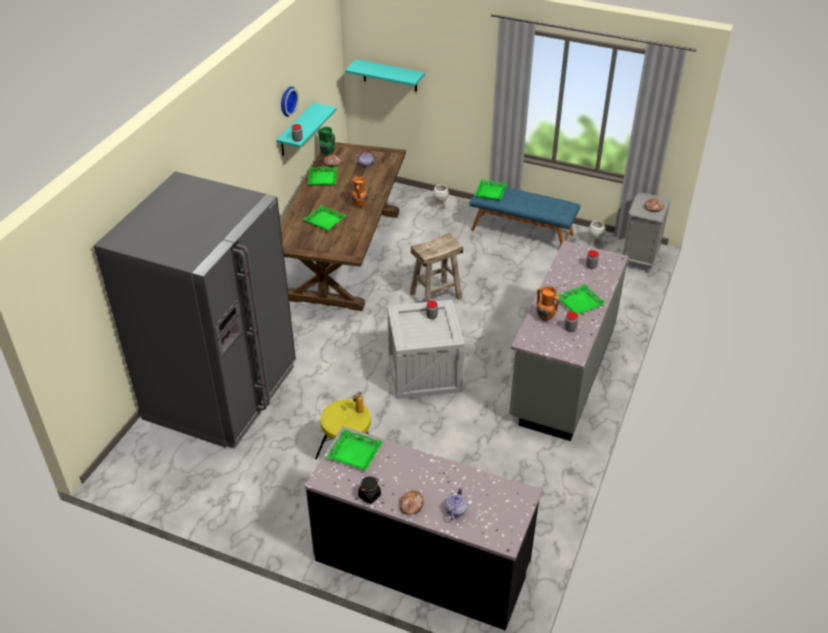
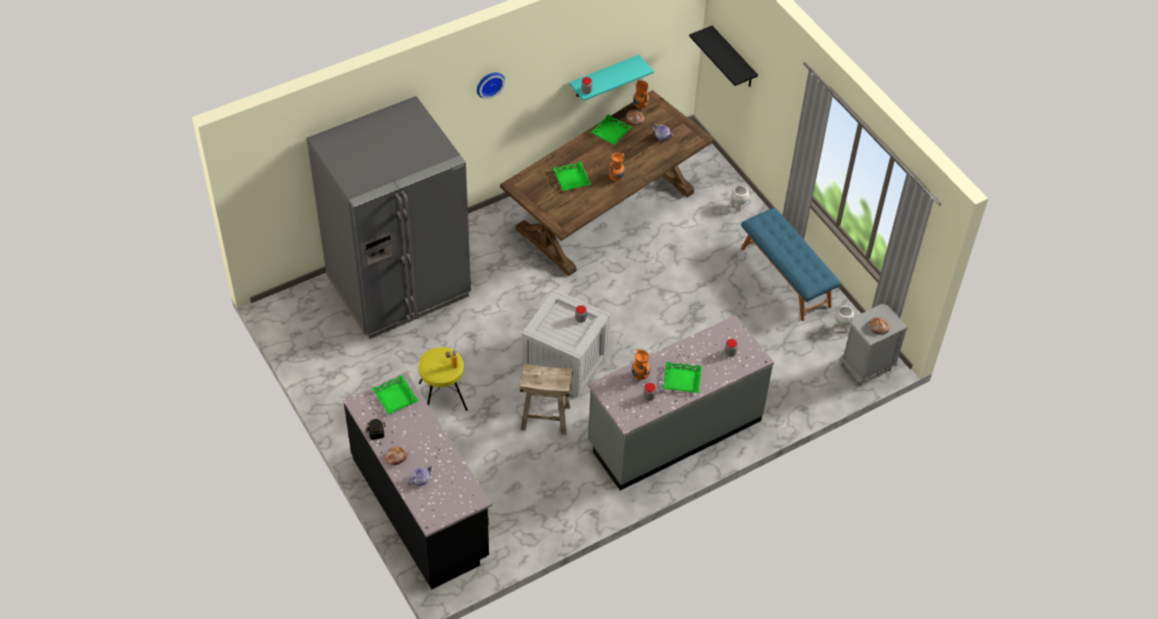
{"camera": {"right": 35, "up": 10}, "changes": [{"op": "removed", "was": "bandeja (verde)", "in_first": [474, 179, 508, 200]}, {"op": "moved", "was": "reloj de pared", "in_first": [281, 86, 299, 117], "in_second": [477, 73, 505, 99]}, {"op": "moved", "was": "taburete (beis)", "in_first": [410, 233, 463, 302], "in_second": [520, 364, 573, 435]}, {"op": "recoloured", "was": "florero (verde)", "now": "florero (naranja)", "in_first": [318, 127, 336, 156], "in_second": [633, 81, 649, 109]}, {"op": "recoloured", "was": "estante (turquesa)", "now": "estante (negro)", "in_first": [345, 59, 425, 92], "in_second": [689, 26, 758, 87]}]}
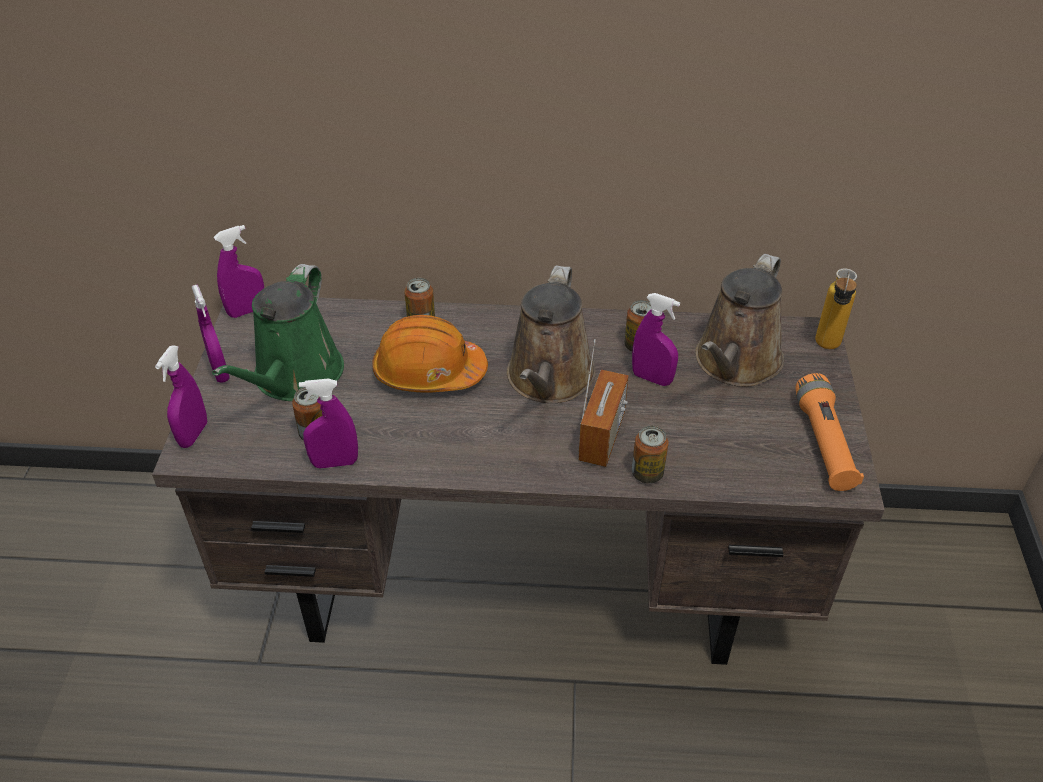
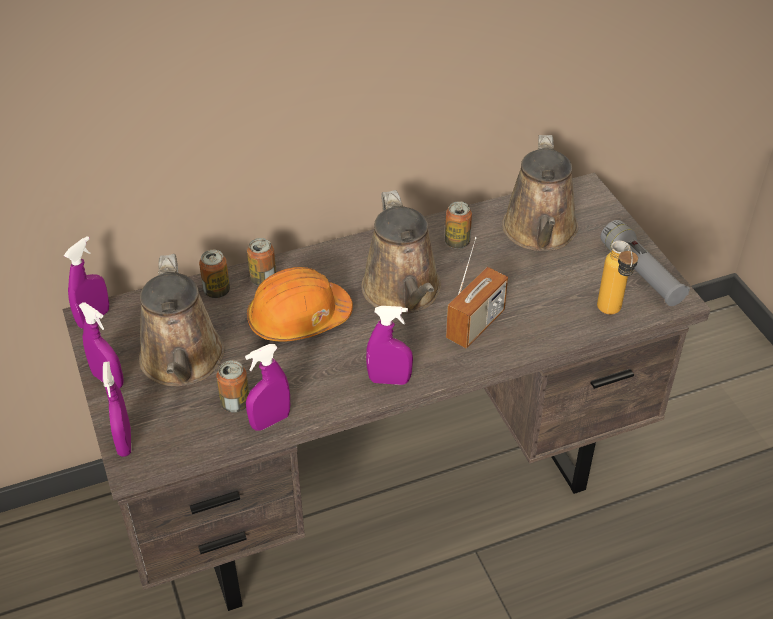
{"camera": {"right": -25, "up": 0}, "changes": [{"op": "moved", "was": "pulverizador (morado)", "in_first": [632, 293, 680, 386], "in_second": [366, 306, 413, 385]}, {"op": "moved", "was": "lata", "in_first": [632, 426, 669, 484], "in_second": [199, 250, 230, 298]}, {"op": "moved", "was": "botella", "in_first": [815, 268, 857, 349], "in_second": [597, 240, 638, 315]}, {"op": "recoloured", "was": "regadera (verde)", "now": "regadera (marrón)", "in_first": [212, 264, 344, 401], "in_second": [139, 254, 225, 386]}, {"op": "recoloured", "was": "linterna (naranja)", "now": "linterna (gris)", "in_first": [795, 373, 864, 491], "in_second": [600, 220, 690, 306]}, {"op": "turned", "was": "radio", "in_first": [578, 339, 629, 467], "in_second": [446, 237, 508, 349], "clockwise": 45}]}
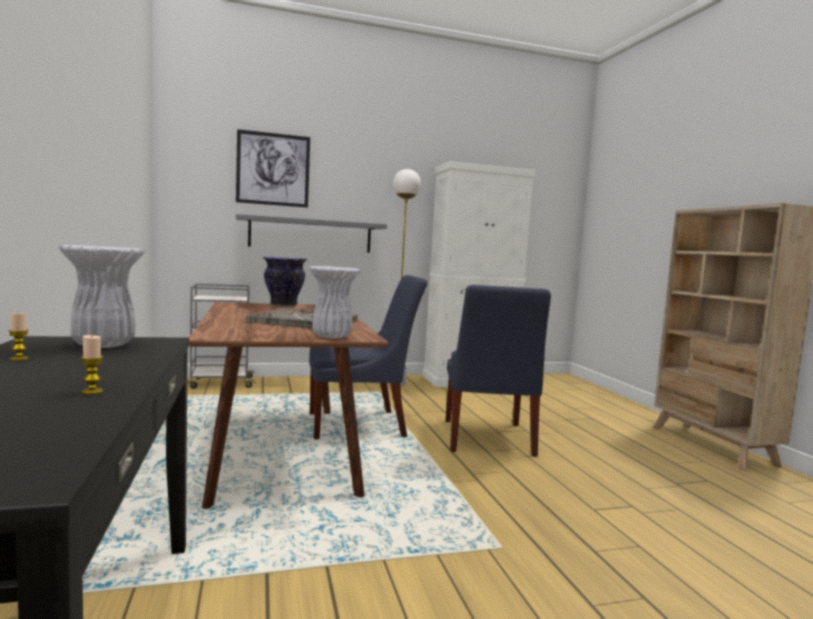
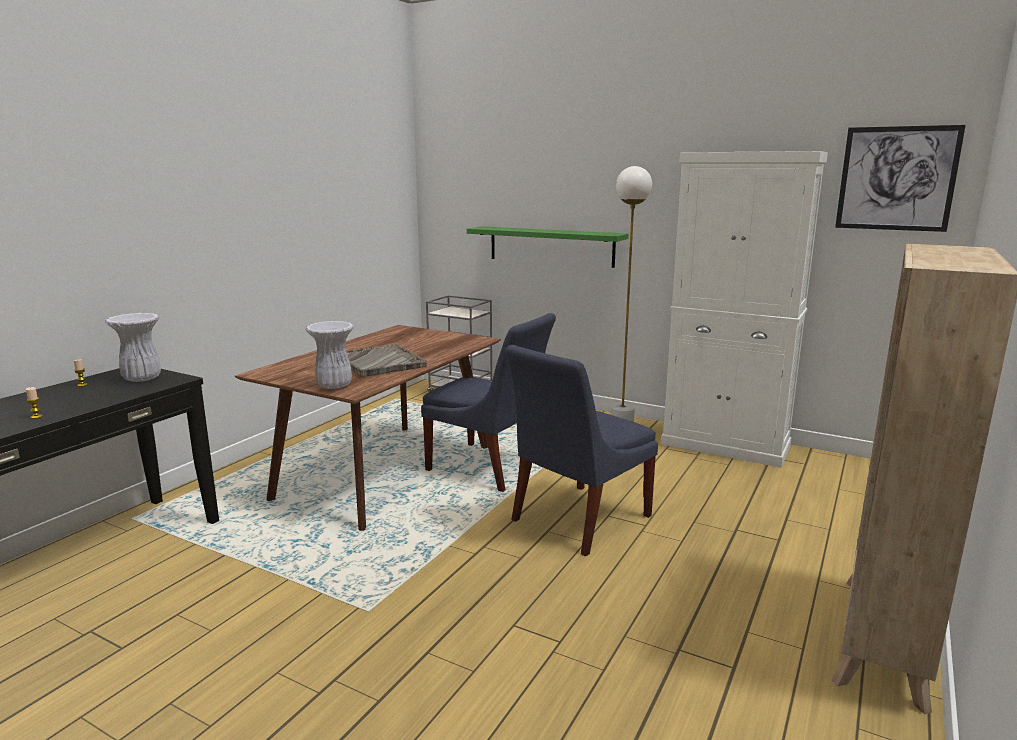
{"camera": {"right": 45, "up": 10}, "changes": [{"op": "removed", "was": "florero", "in_first": [263, 257, 307, 307]}, {"op": "moved", "was": "cuadro", "in_first": [236, 129, 310, 208], "in_second": [835, 125, 966, 232]}, {"op": "recoloured", "was": "estante (gris)", "now": "estante (verde)", "in_first": [236, 214, 387, 253], "in_second": [467, 226, 629, 268]}]}
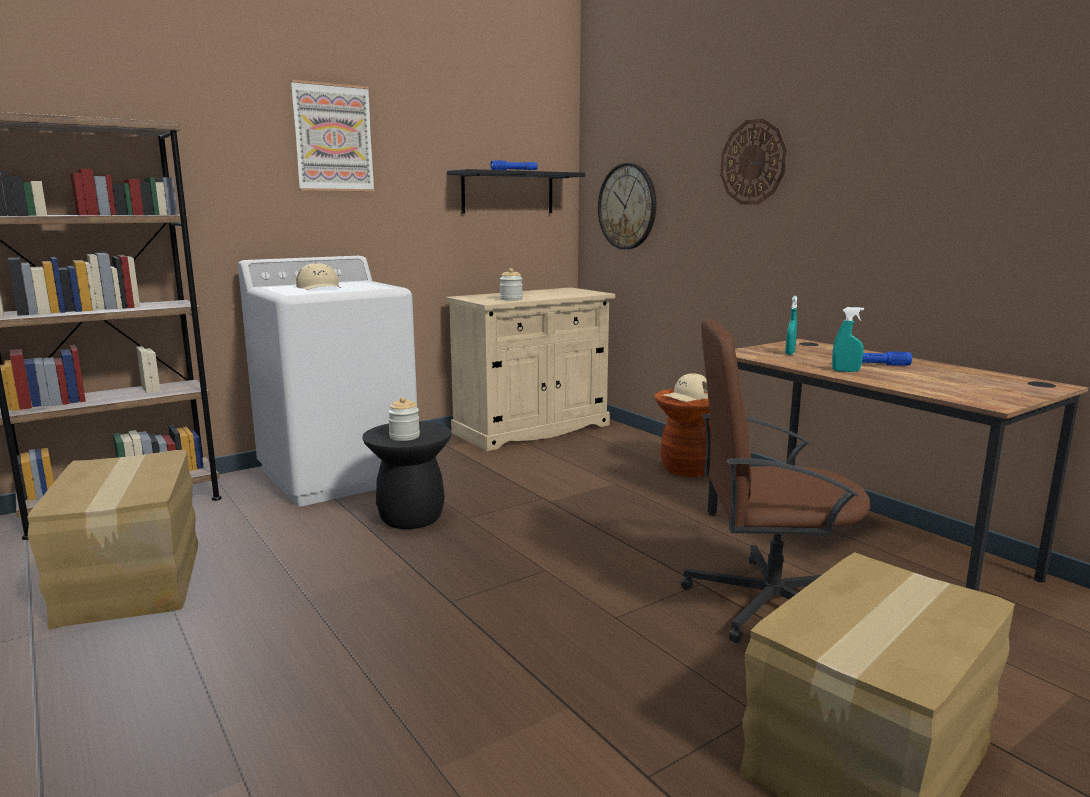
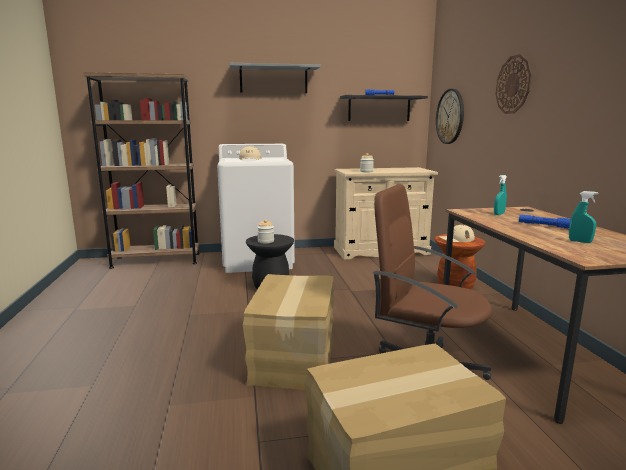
{"camera": {"right": 25, "up": 0}, "changes": [{"op": "moved", "was": "caja de cartón", "in_first": [27, 450, 198, 630], "in_second": [243, 274, 334, 390]}, {"op": "moved", "was": "pulverizador (turquesa)", "in_first": [832, 307, 864, 372], "in_second": [569, 191, 598, 243]}, {"op": "replaced", "was": "cuadro", "now": "estante (gris)", "in_first": [290, 80, 375, 191], "in_second": [229, 63, 321, 93]}]}
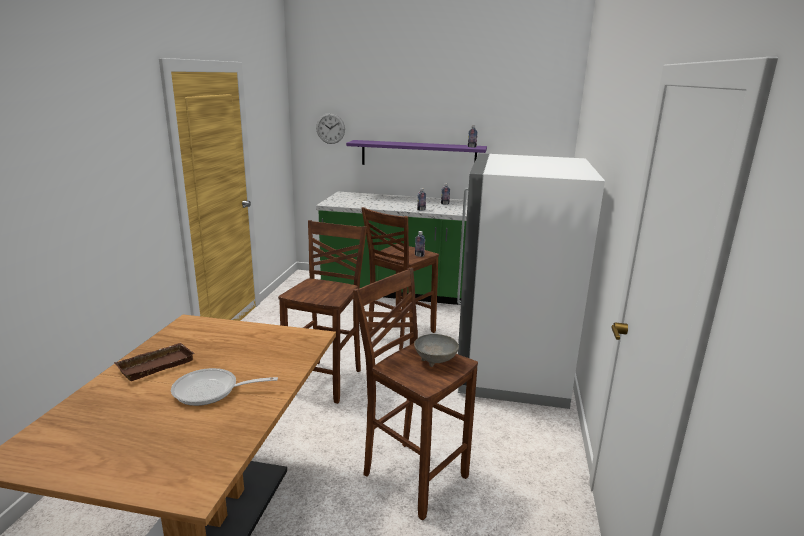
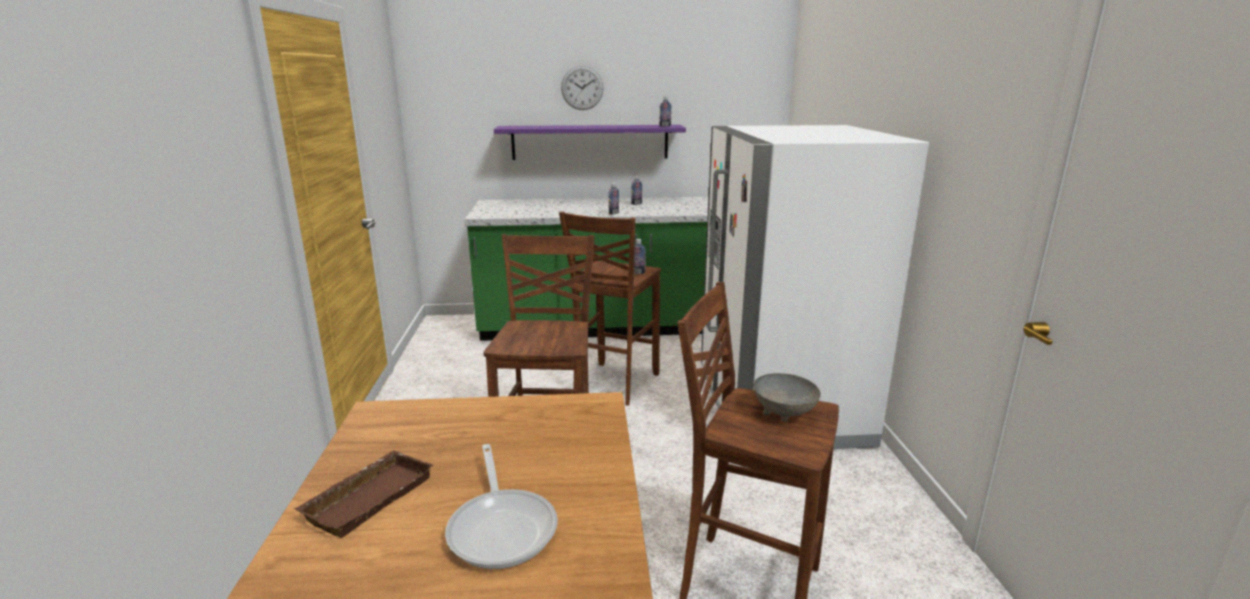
{"camera": {"right": -15, "up": 0}, "changes": [{"op": "moved", "was": "reloj de pared", "in_first": [316, 113, 345, 144], "in_second": [561, 66, 604, 110]}, {"op": "turned", "was": "sartén", "in_first": [171, 368, 278, 406], "in_second": [445, 444, 558, 569], "clockwise": -90}]}
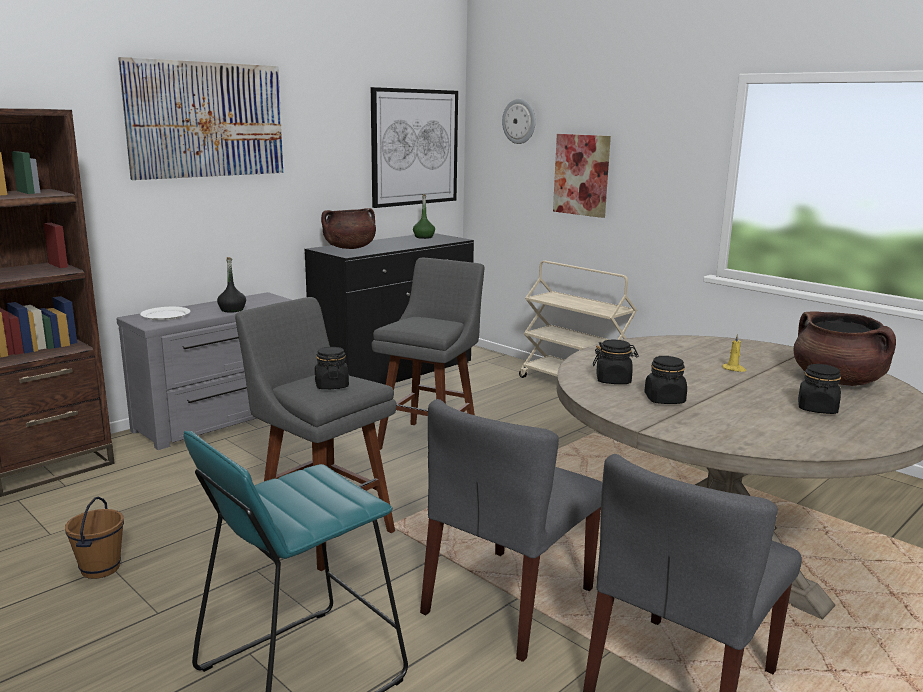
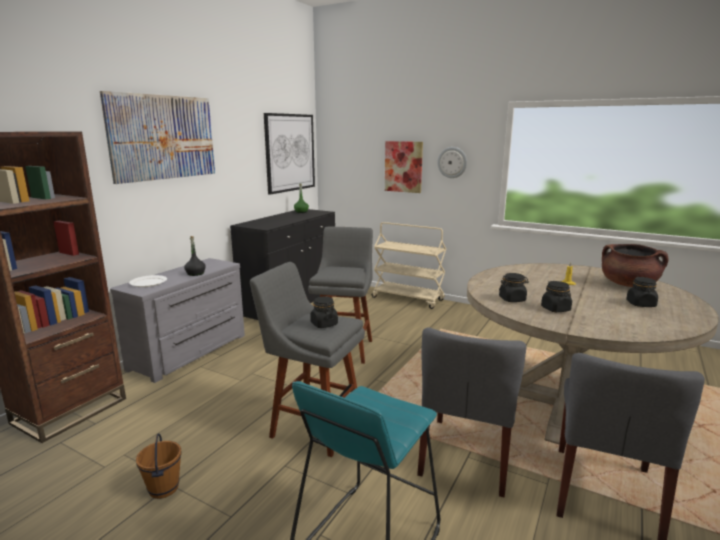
{"camera": {"right": -15, "up": 0}, "changes": [{"op": "removed", "was": "olla (marrón)", "in_first": [321, 208, 376, 249]}, {"op": "moved", "was": "reloj de pared", "in_first": [502, 99, 536, 144], "in_second": [438, 147, 467, 178]}]}
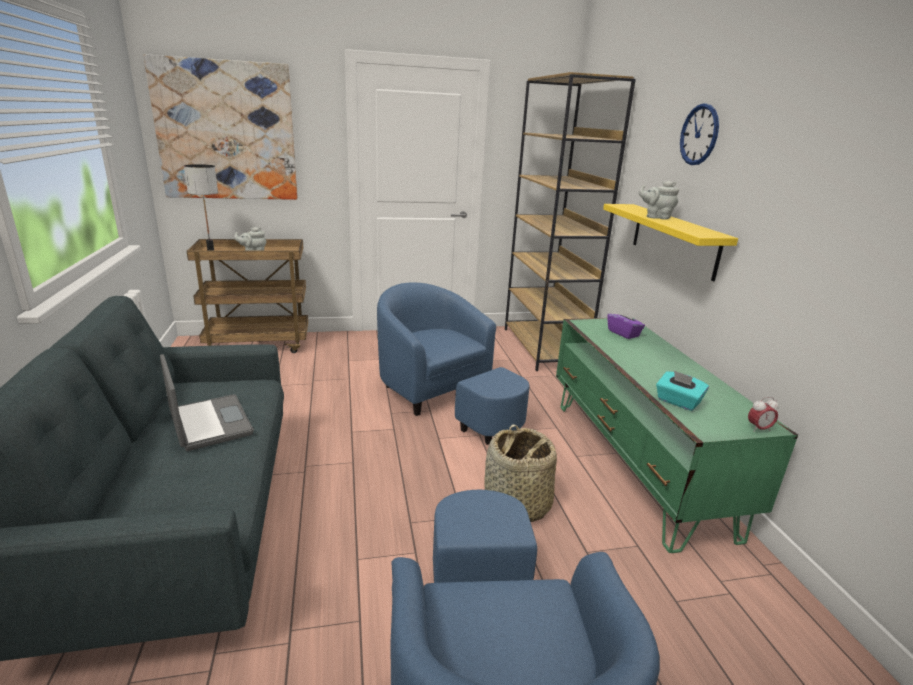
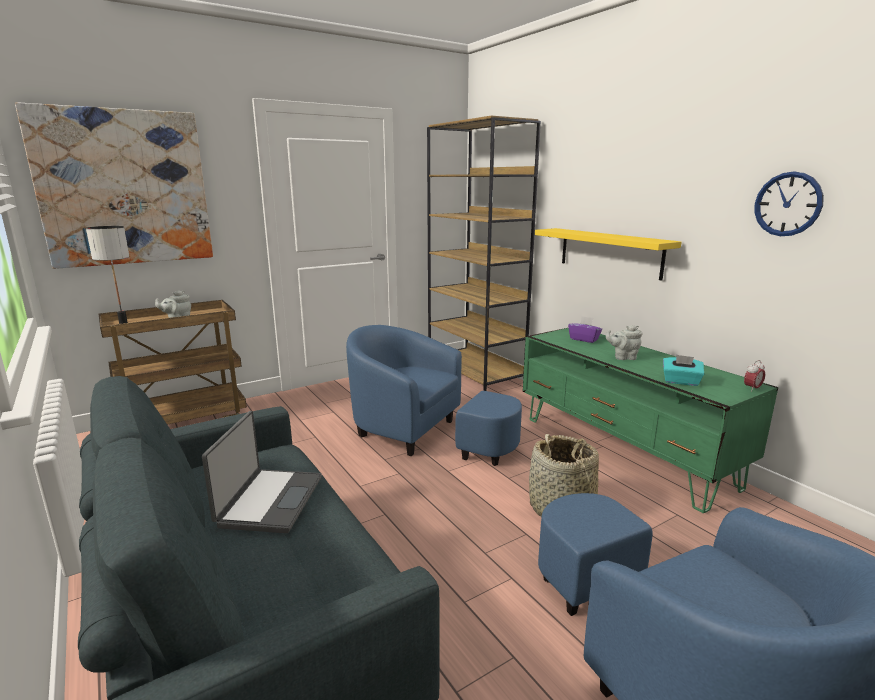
{"camera": {"right": -20, "up": -5}, "changes": [{"op": "moved", "was": "tetera (gris)", "in_first": [638, 181, 679, 219], "in_second": [606, 325, 642, 360]}, {"op": "moved", "was": "reloj de pared", "in_first": [680, 103, 719, 165], "in_second": [754, 171, 824, 236]}, {"op": "turned", "was": "portátil", "in_first": [160, 354, 254, 451], "in_second": [202, 411, 322, 533], "clockwise": 60}]}
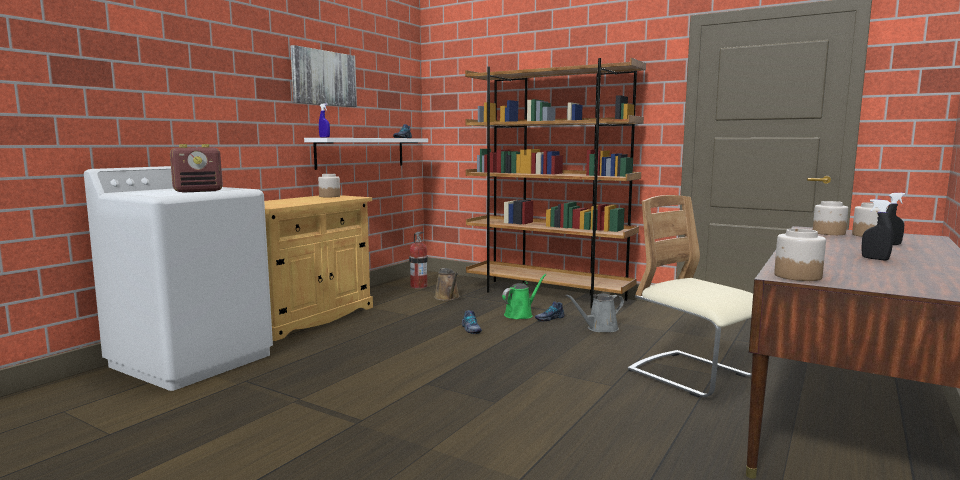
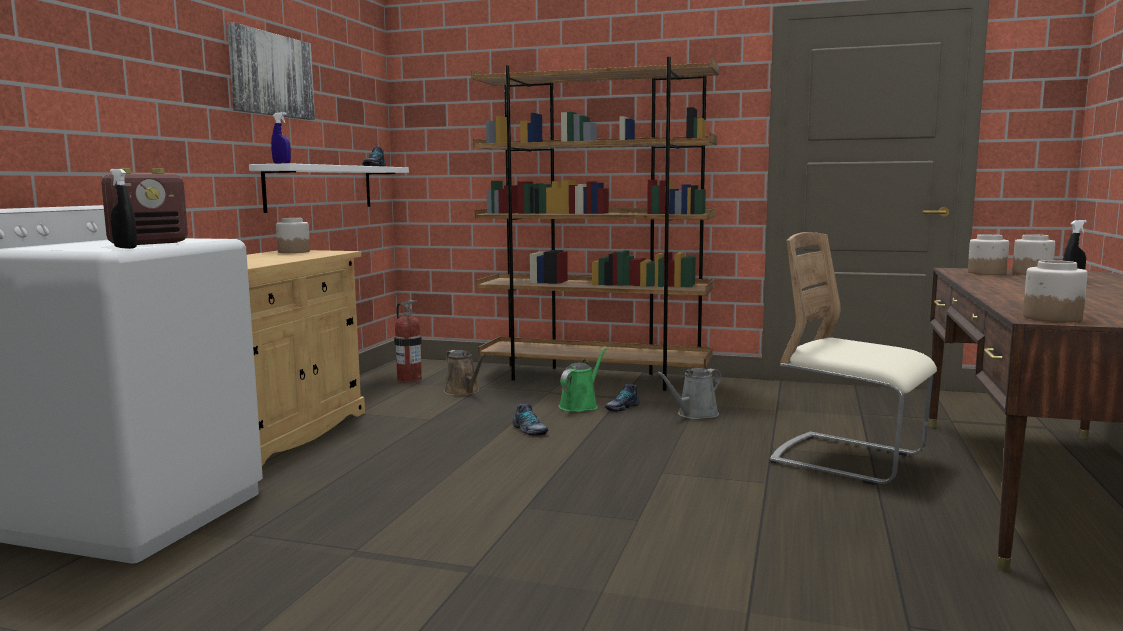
{"camera": {"right": -15, "up": 0}, "changes": [{"op": "moved", "was": "pulverizador (negro)", "in_first": [861, 199, 893, 260], "in_second": [110, 169, 137, 249]}]}
